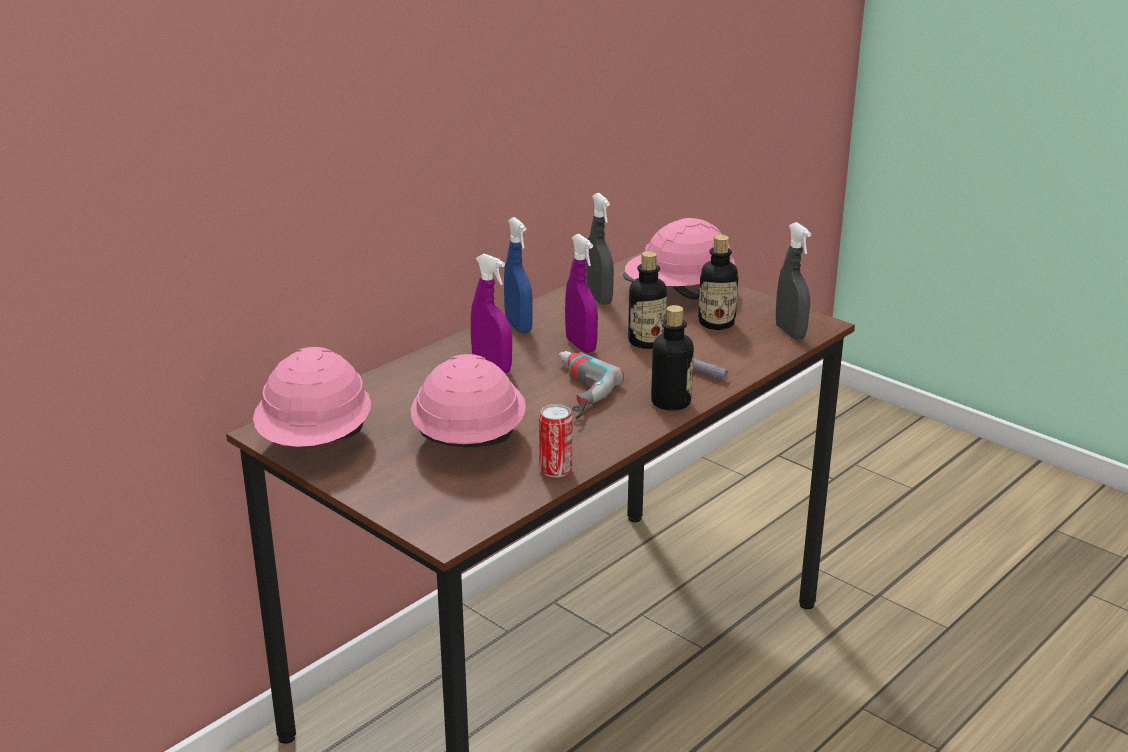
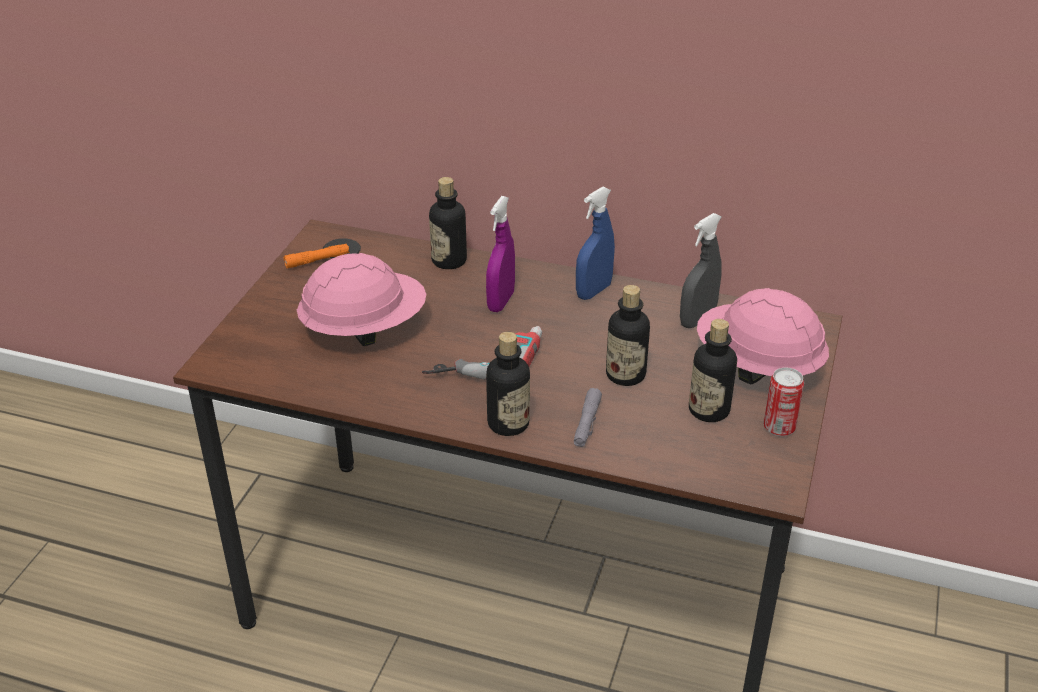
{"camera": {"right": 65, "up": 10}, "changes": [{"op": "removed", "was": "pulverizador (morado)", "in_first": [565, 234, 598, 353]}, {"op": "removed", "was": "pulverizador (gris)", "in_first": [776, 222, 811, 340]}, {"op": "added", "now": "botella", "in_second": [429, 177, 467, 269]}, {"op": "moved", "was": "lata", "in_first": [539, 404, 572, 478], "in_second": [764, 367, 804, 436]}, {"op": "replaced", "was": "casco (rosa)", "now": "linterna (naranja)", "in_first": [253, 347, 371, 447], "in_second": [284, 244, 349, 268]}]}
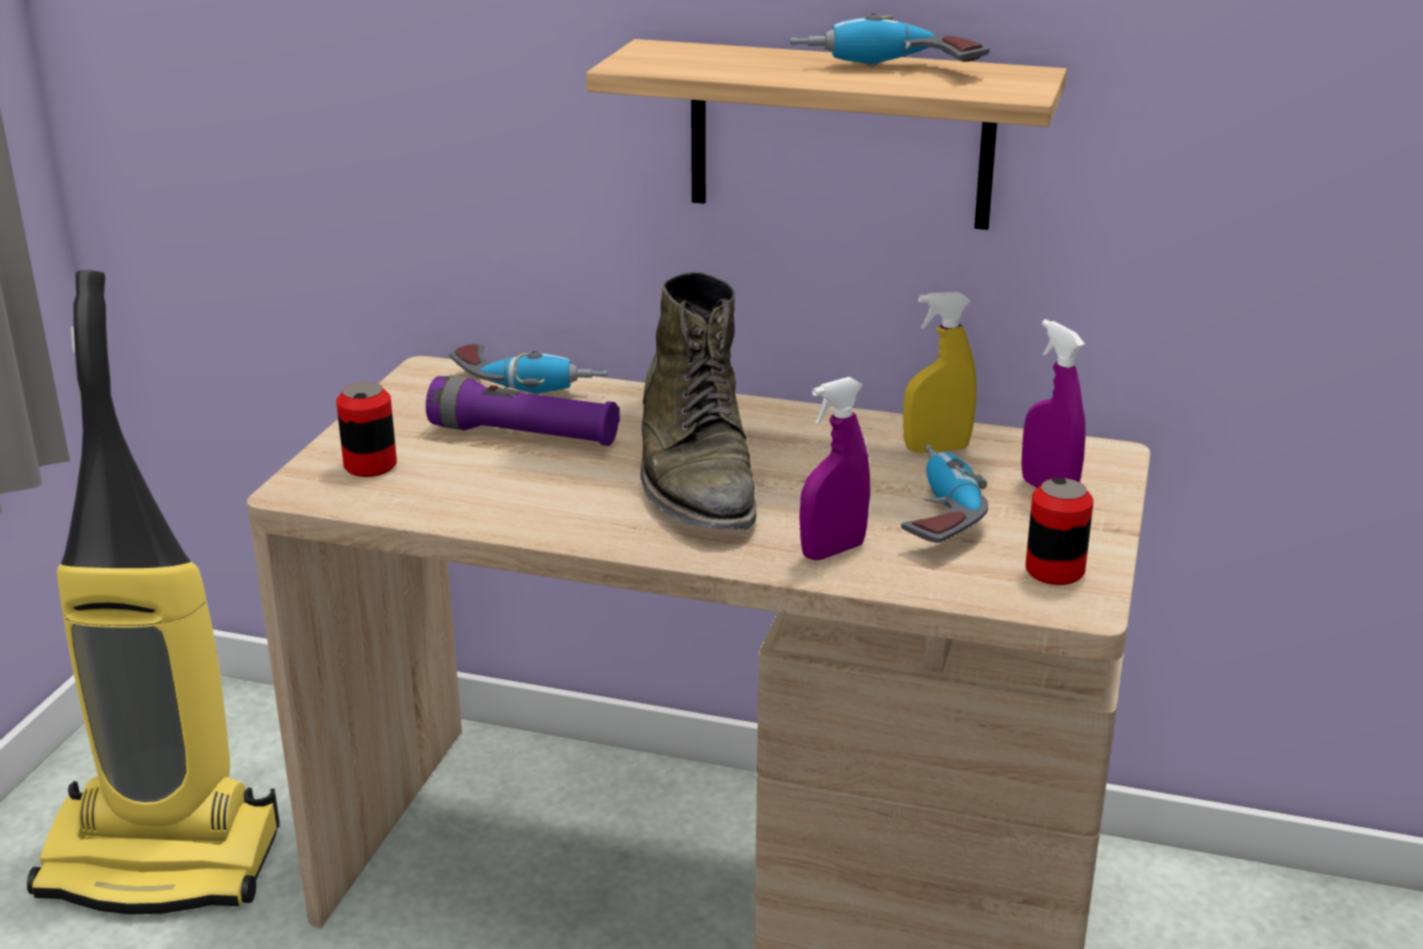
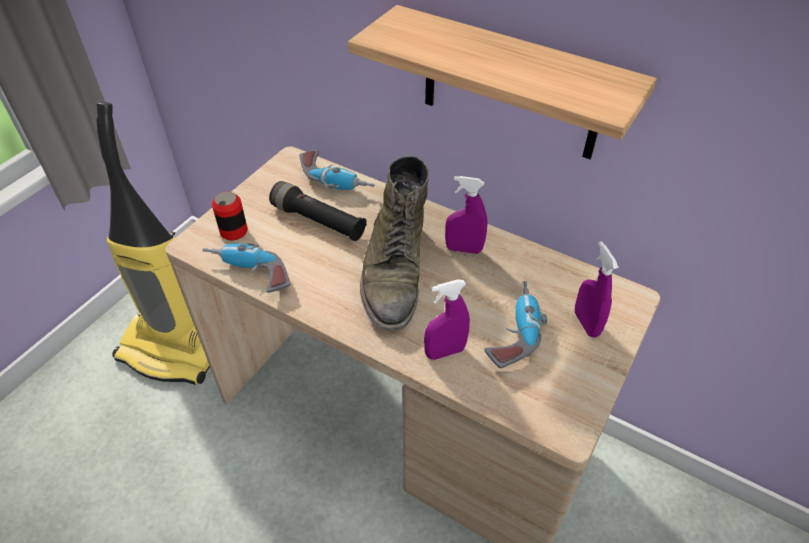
{"camera": {"right": 15, "up": 20}, "changes": [{"op": "removed", "was": "pulverizador (amarillo)", "in_first": [903, 292, 977, 453]}, {"op": "removed", "was": "lata", "in_first": [1025, 478, 1094, 585]}, {"op": "added", "now": "pulverizador (morado)", "in_second": [445, 176, 488, 254]}, {"op": "moved", "was": "taladro", "in_first": [790, 14, 990, 67], "in_second": [203, 243, 290, 293]}, {"op": "recoloured", "was": "linterna (morado)", "now": "linterna (negro)", "in_first": [426, 376, 620, 446], "in_second": [269, 181, 367, 241]}]}
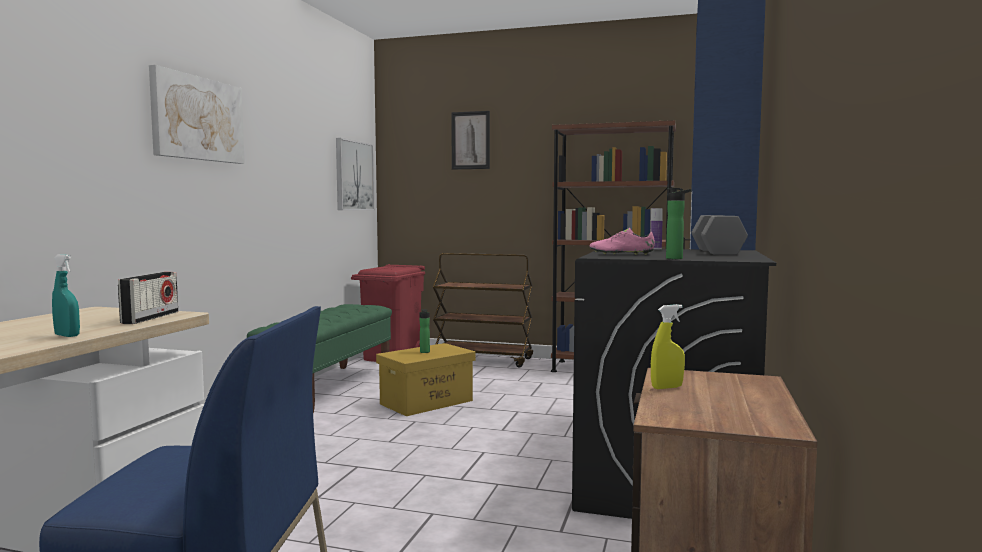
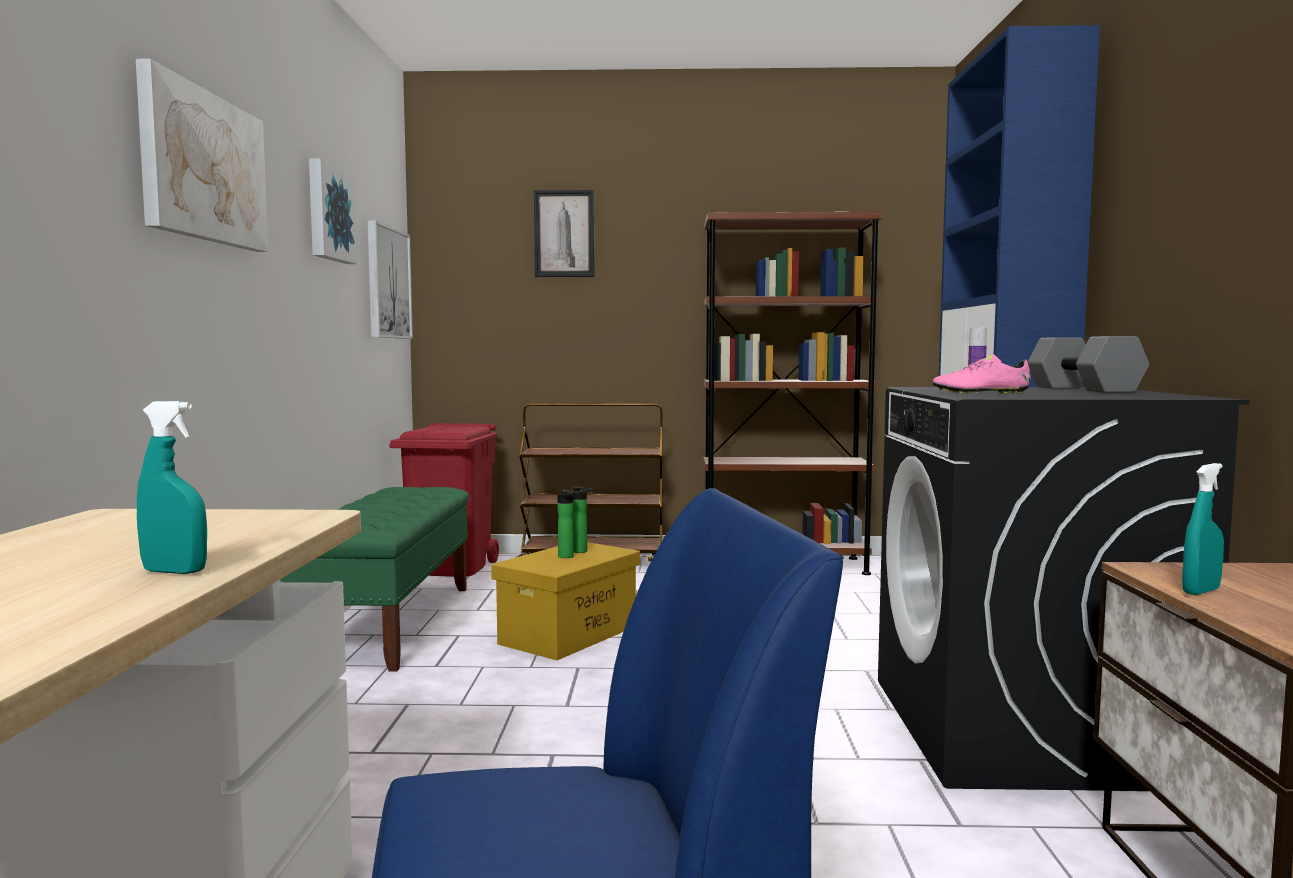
{"camera": {"right": -15, "up": 0}, "changes": [{"op": "removed", "was": "radio", "in_first": [118, 272, 178, 324]}, {"op": "added", "now": "cuadro", "in_second": [309, 159, 357, 264]}, {"op": "moved", "was": "botella", "in_first": [666, 188, 692, 259], "in_second": [571, 486, 593, 553]}, {"op": "recoloured", "was": "pulverizador (amarillo)", "now": "pulverizador (turquesa)", "in_first": [651, 304, 685, 389], "in_second": [1182, 463, 1224, 595]}]}
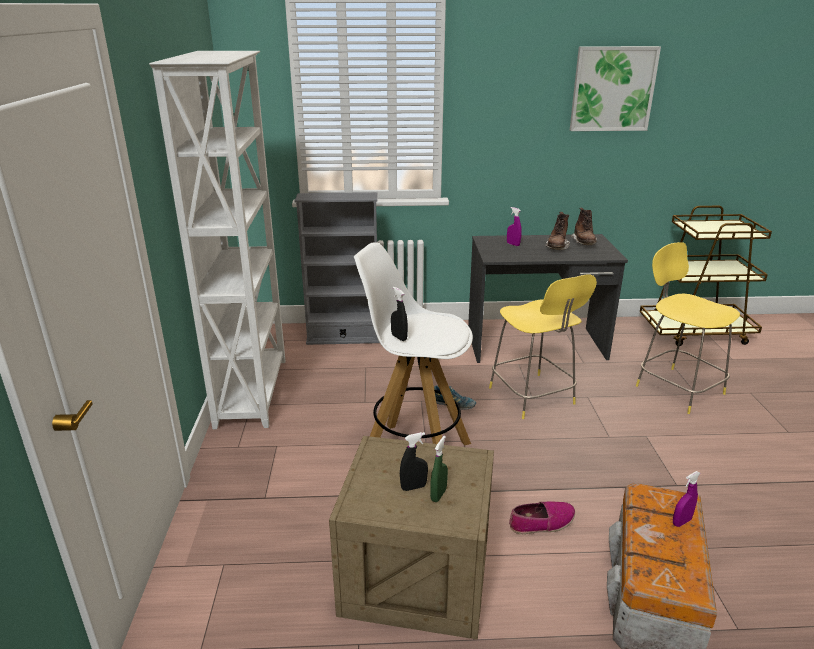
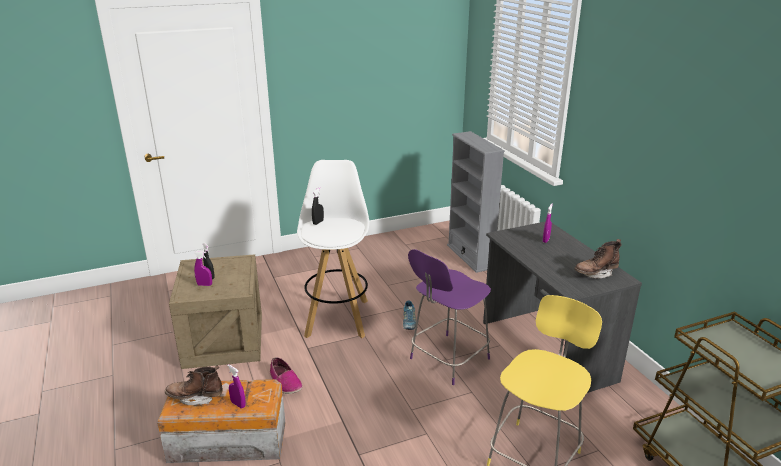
{"camera": {"right": 70, "up": 0}, "changes": [{"op": "removed", "was": "estantería (blanco)", "in_first": [149, 51, 286, 429]}, {"op": "removed", "was": "cuadro", "in_first": [570, 46, 661, 131]}, {"op": "moved", "was": "bota (marrón)", "in_first": [545, 212, 570, 250], "in_second": [165, 365, 223, 405]}, {"op": "recoloured", "was": "pulverizador (verde)", "now": "pulverizador (morado)", "in_first": [430, 436, 448, 502], "in_second": [194, 251, 212, 286]}, {"op": "recoloured", "was": "taburete (amarillo)", "now": "taburete (morado)", "in_first": [489, 274, 597, 419], "in_second": [408, 249, 491, 385]}]}
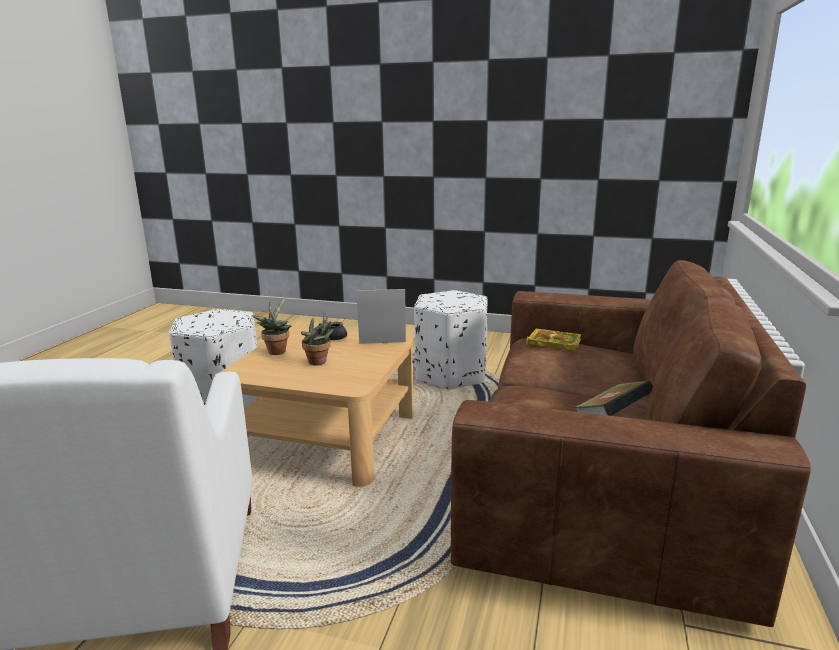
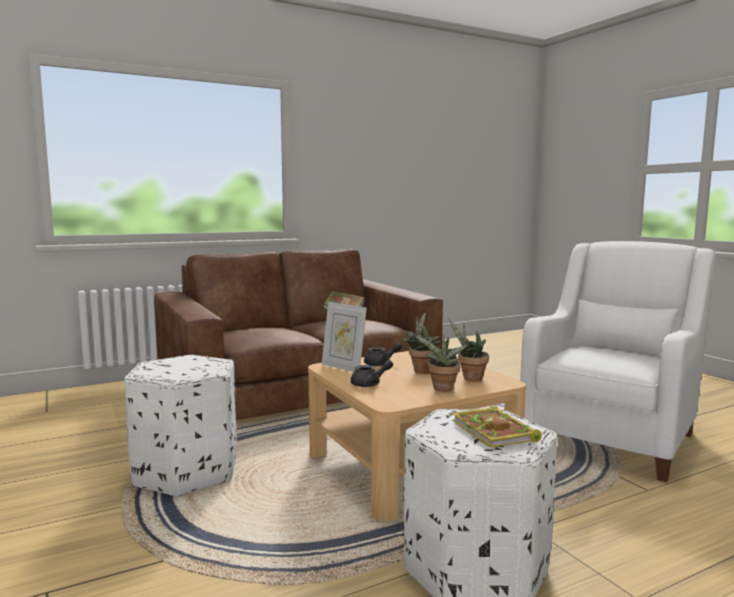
{"camera": {"right": -135, "up": -10}, "changes": [{"op": "added", "now": "tetera (gris)", "in_second": [364, 343, 402, 366]}, {"op": "added", "now": "planta en maceta", "in_second": [449, 318, 489, 381]}, {"op": "moved", "was": "libro", "in_first": [526, 329, 582, 351], "in_second": [452, 405, 542, 448]}]}
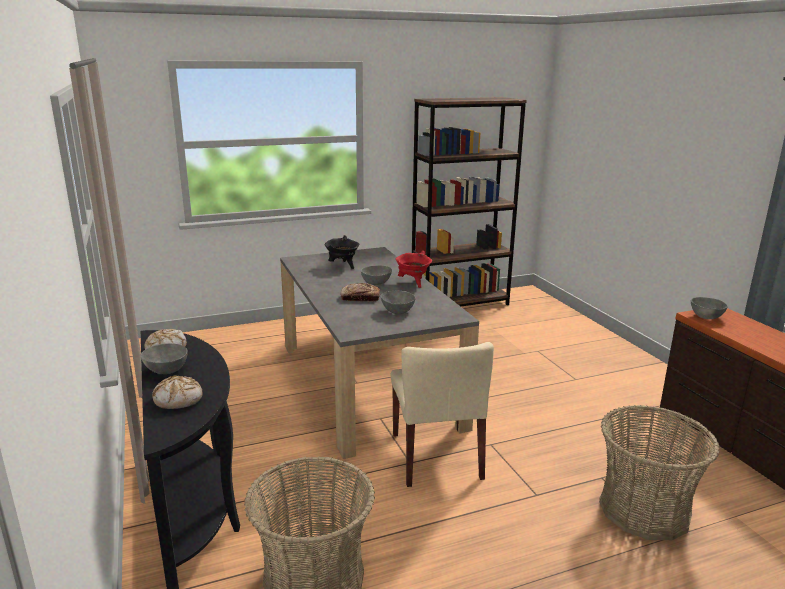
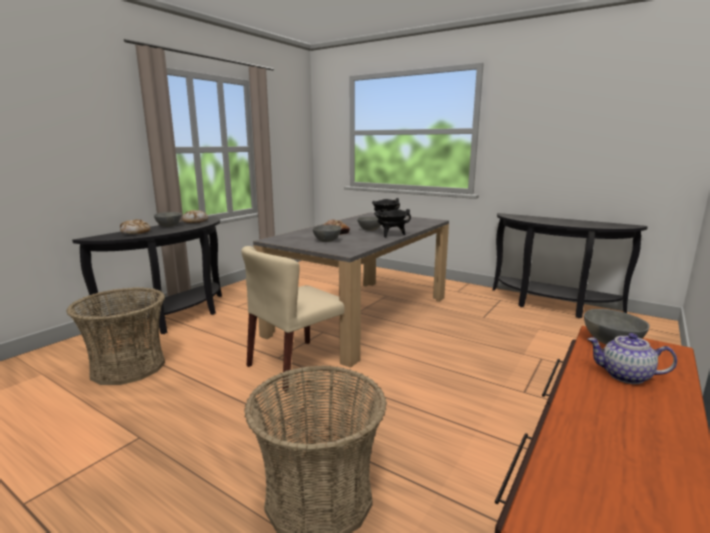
{"camera": {"right": 55, "up": -5}, "changes": [{"op": "added", "now": "tetera", "in_second": [587, 333, 677, 384]}, {"op": "replaced", "was": "estantería (marrón)", "now": "mesa consola (negro)", "in_first": [412, 97, 527, 306], "in_second": [492, 213, 648, 318]}, {"op": "recoloured", "was": "olla (rojo)", "now": "olla (negro)", "in_first": [395, 251, 432, 288], "in_second": [374, 209, 411, 237]}]}
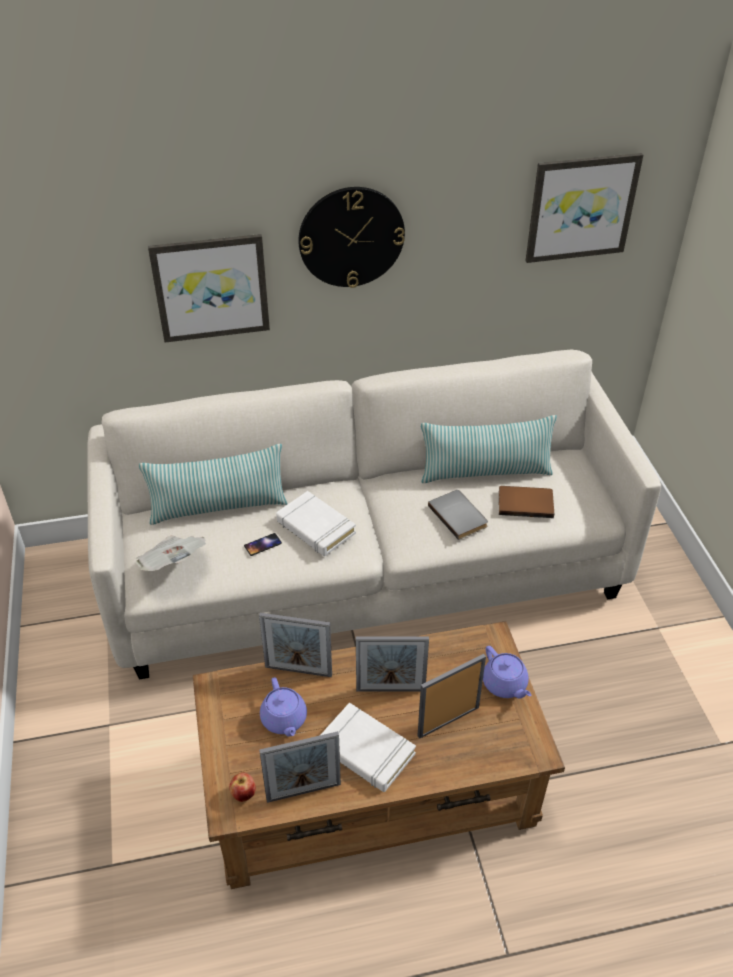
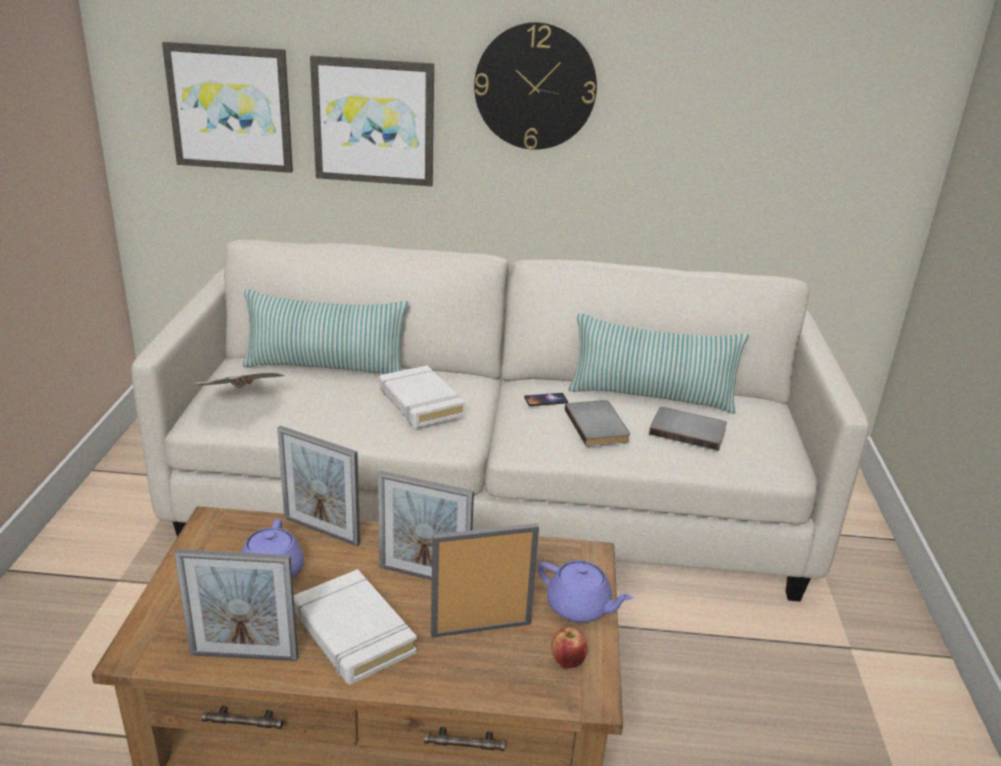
{"camera": {"right": 15, "up": -15}, "changes": [{"op": "moved", "was": "manzana", "in_first": [229, 772, 256, 802], "in_second": [551, 627, 588, 668]}, {"op": "moved", "was": "móvil", "in_first": [244, 533, 282, 556], "in_second": [524, 393, 568, 406]}, {"op": "moved", "was": "cuadro", "in_first": [525, 153, 643, 263], "in_second": [162, 42, 293, 173]}, {"op": "recoloured", "was": "libro (marrón)", "now": "libro (gris)", "in_first": [498, 486, 554, 518], "in_second": [649, 407, 727, 451]}, {"op": "turned", "was": "tetera (morado)", "in_first": [483, 646, 531, 699], "in_second": [538, 560, 633, 623], "clockwise": -45}]}
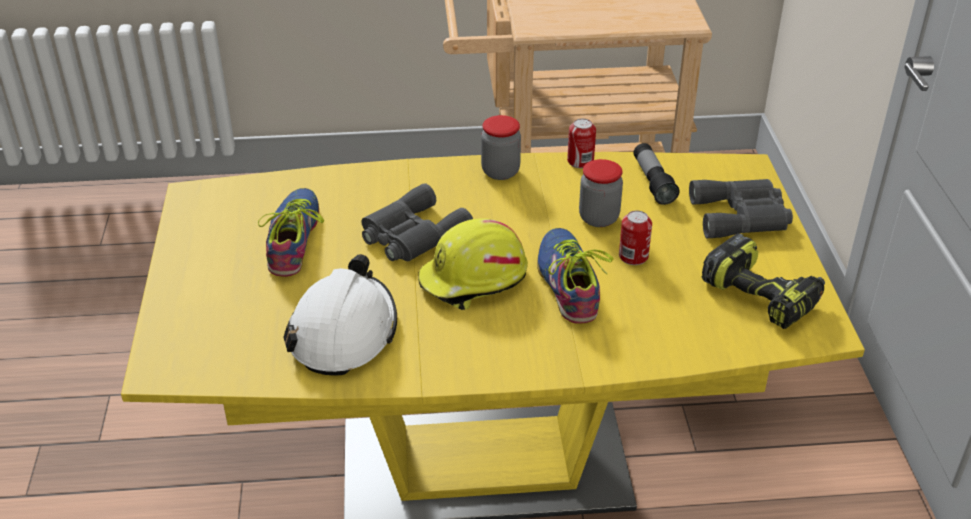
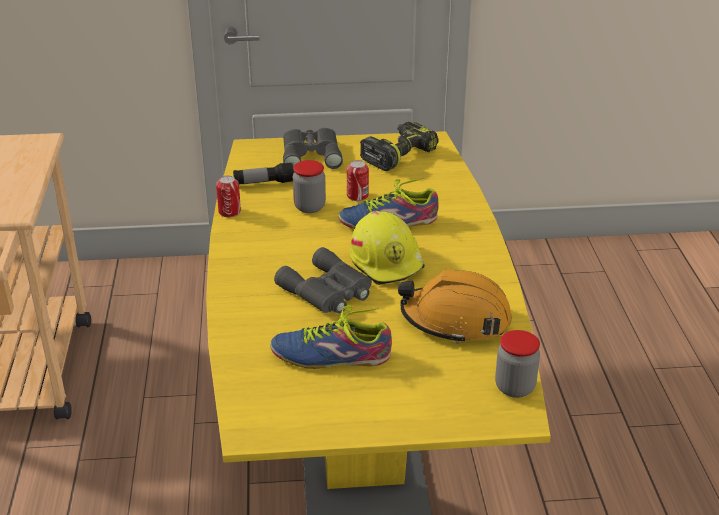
{"camera": {"right": -90, "up": -5}, "changes": [{"op": "moved", "was": "tarro", "in_first": [481, 115, 521, 180], "in_second": [495, 330, 540, 398]}, {"op": "recoloured", "was": "casco (blanco)", "now": "casco (naranja)", "in_first": [283, 254, 397, 376], "in_second": [398, 270, 512, 344]}]}
